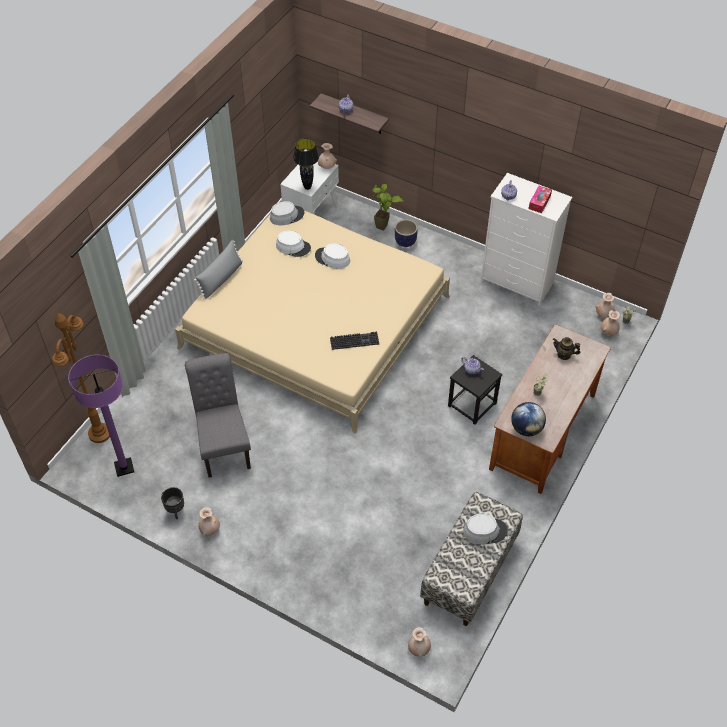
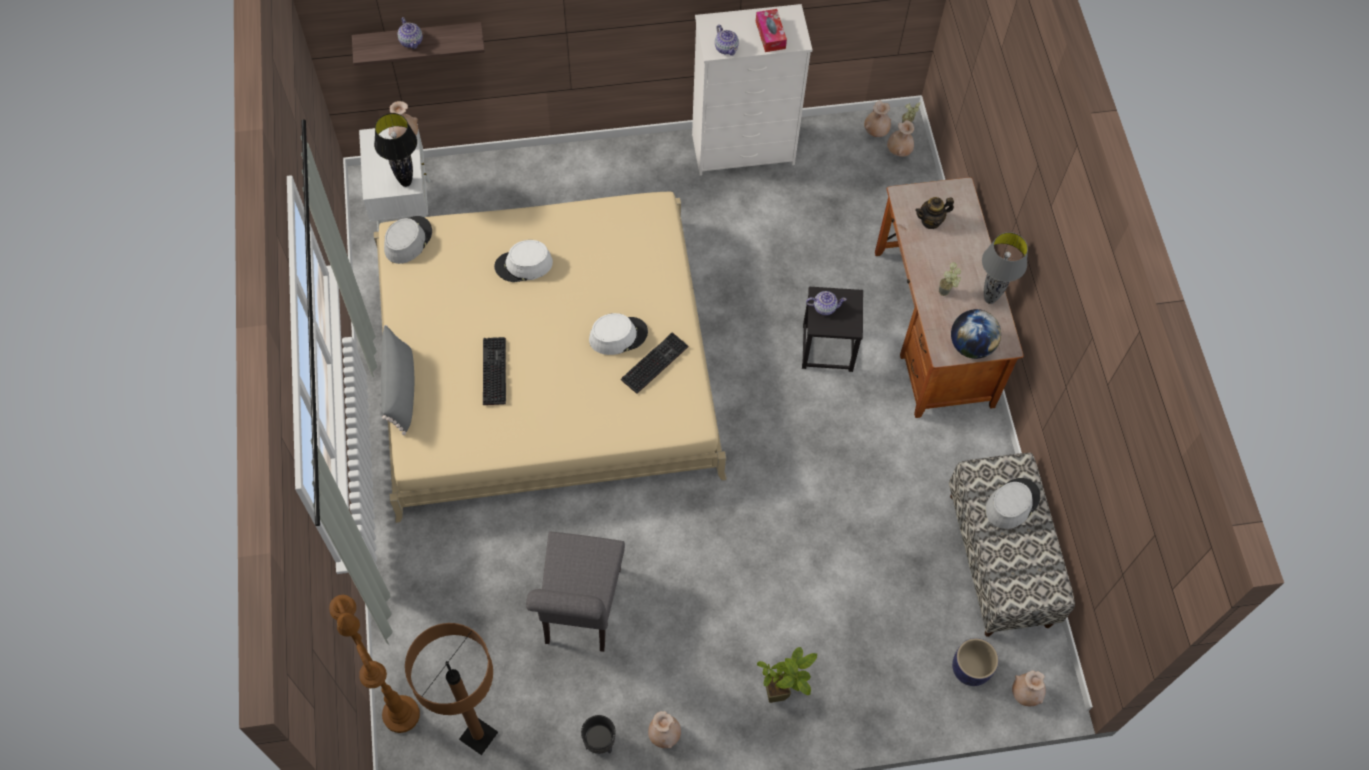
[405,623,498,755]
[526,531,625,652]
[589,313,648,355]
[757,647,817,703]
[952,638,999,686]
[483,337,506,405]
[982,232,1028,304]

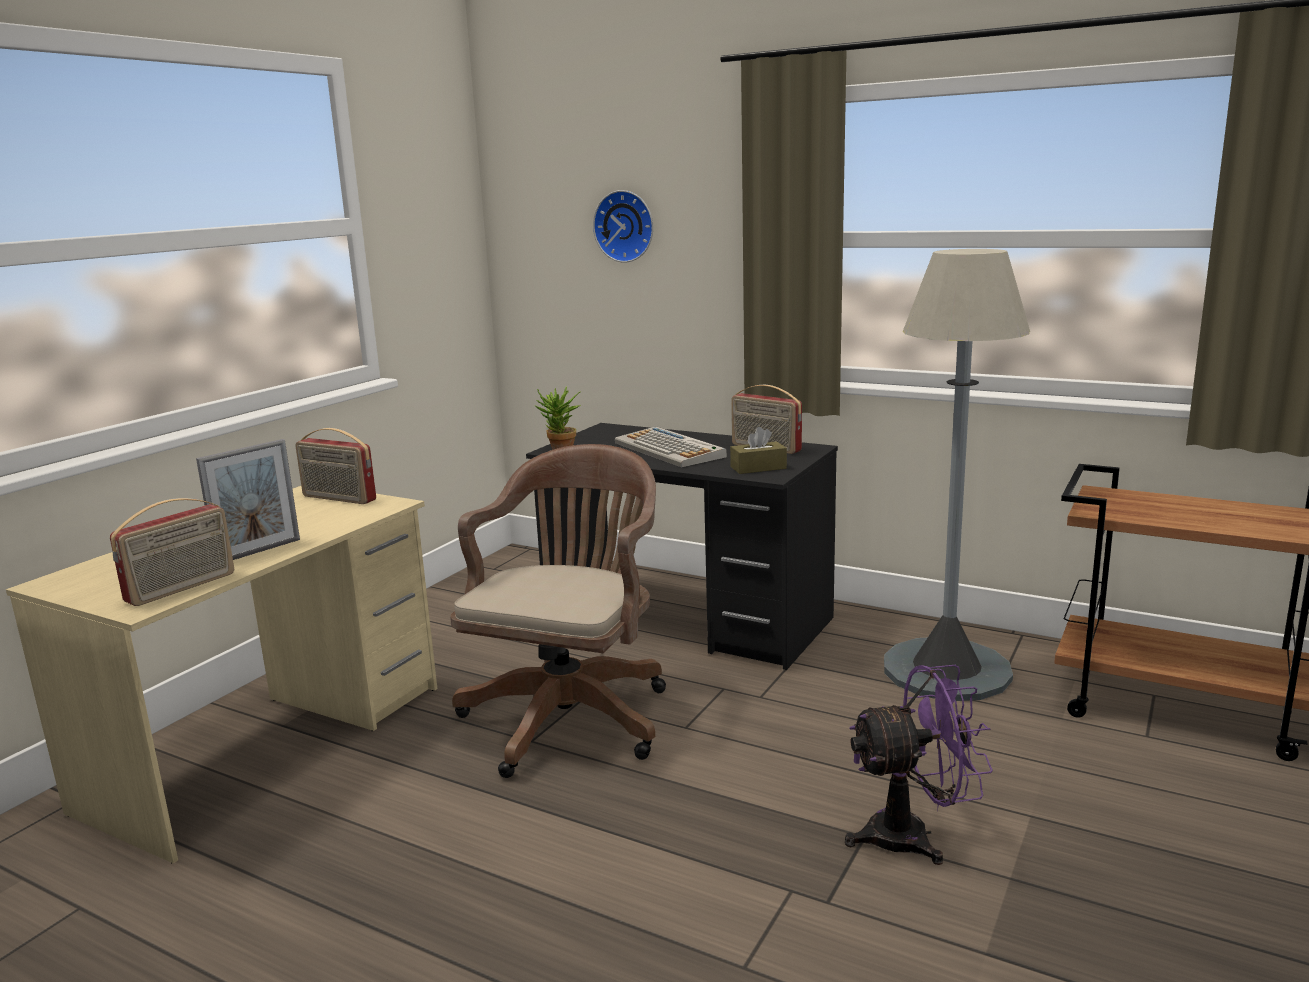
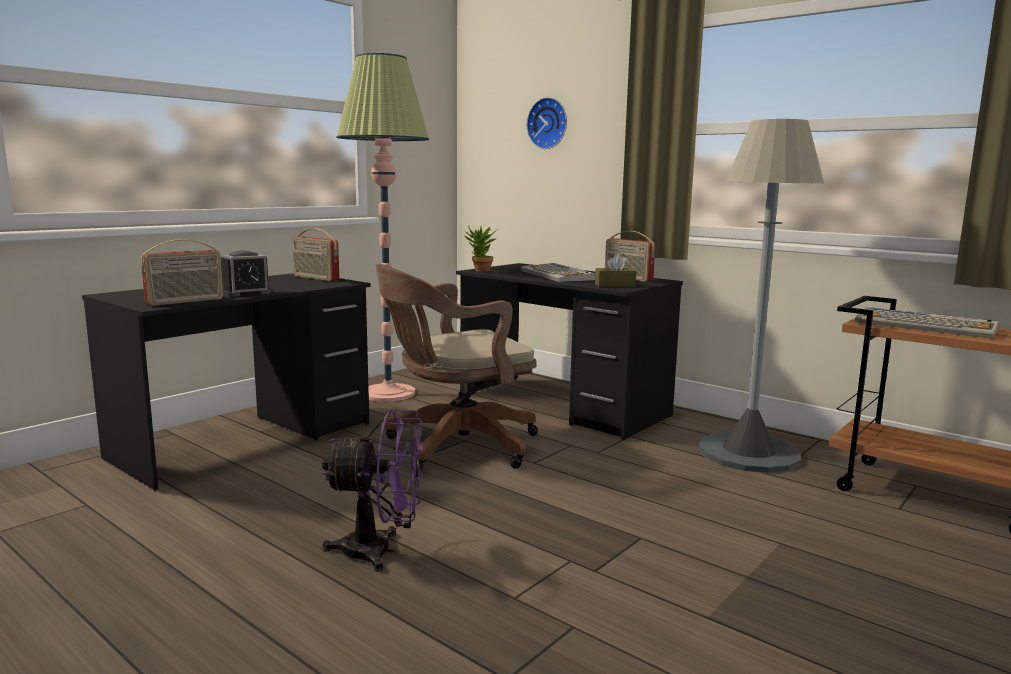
[82,273,371,491]
[221,250,271,297]
[375,264,538,470]
[322,409,424,572]
[337,53,429,402]
[855,307,998,339]

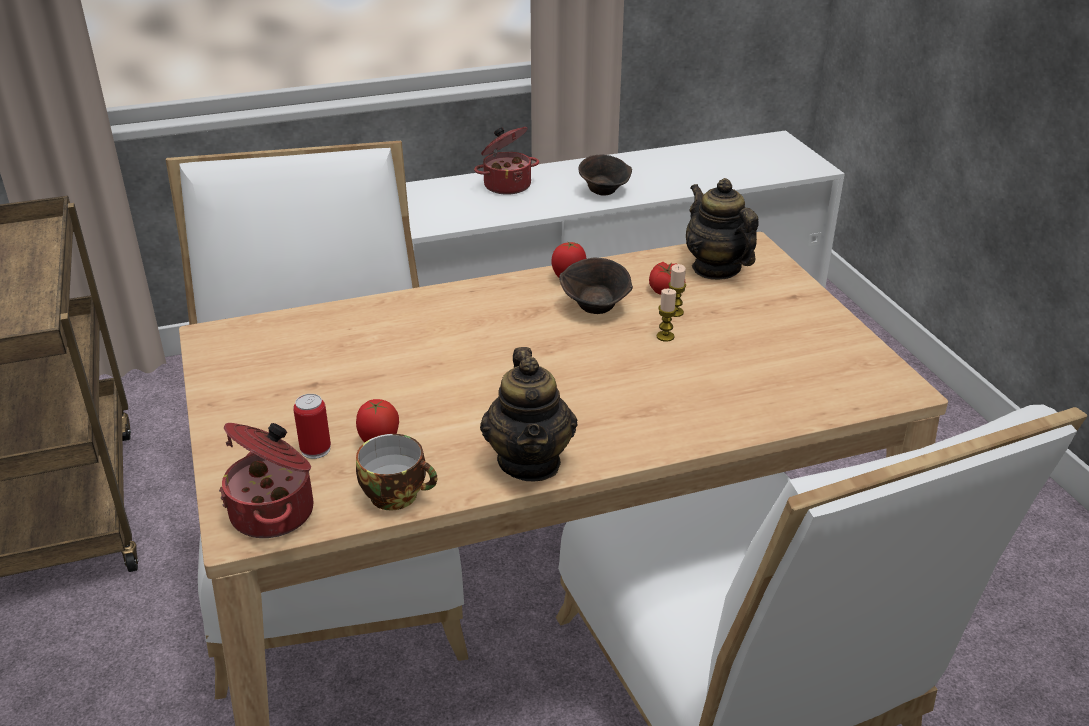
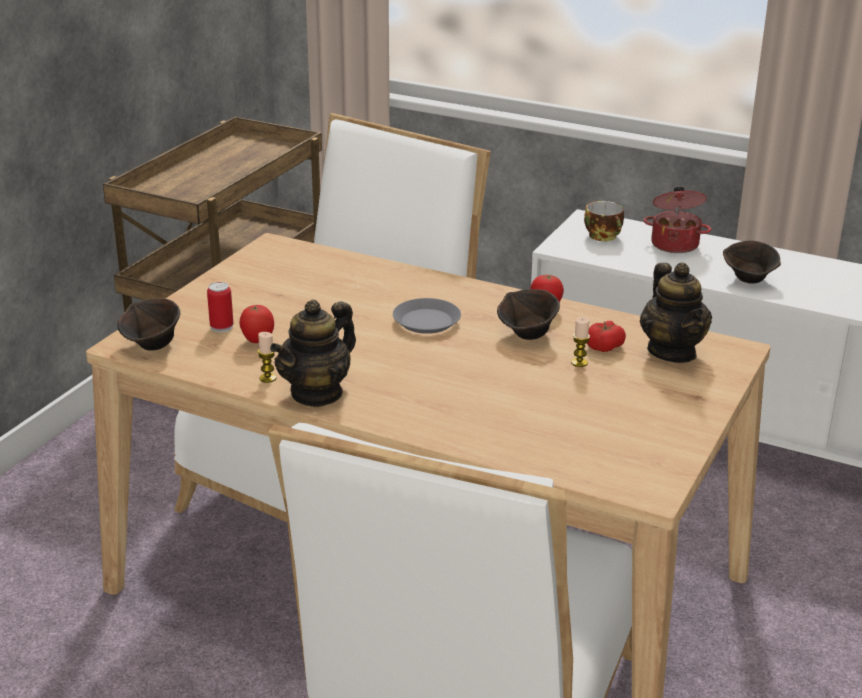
[118,298,180,351]
[584,201,624,241]
[258,332,277,383]
[640,263,712,363]
[393,298,461,334]

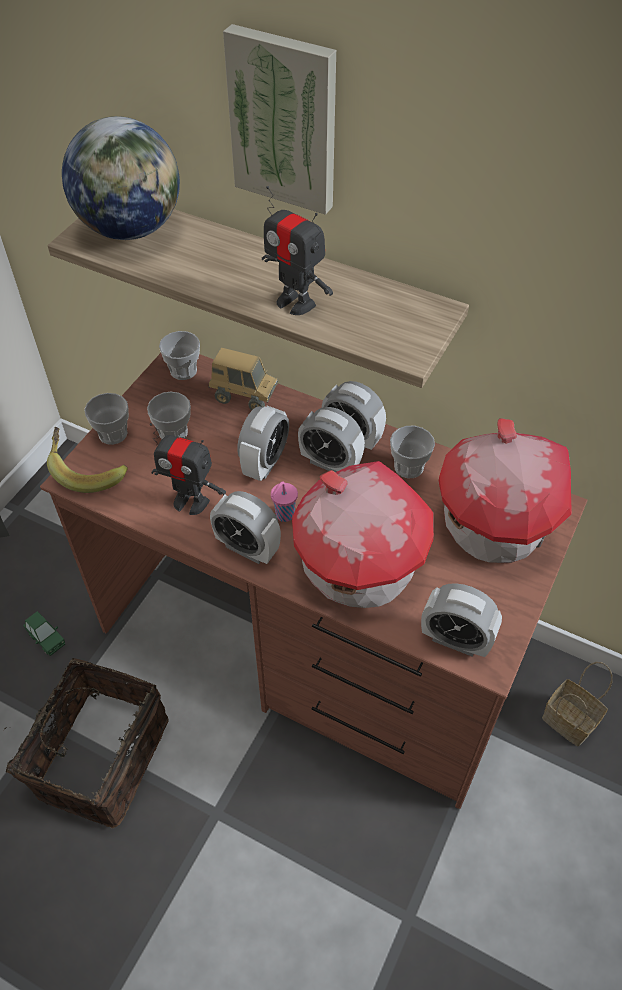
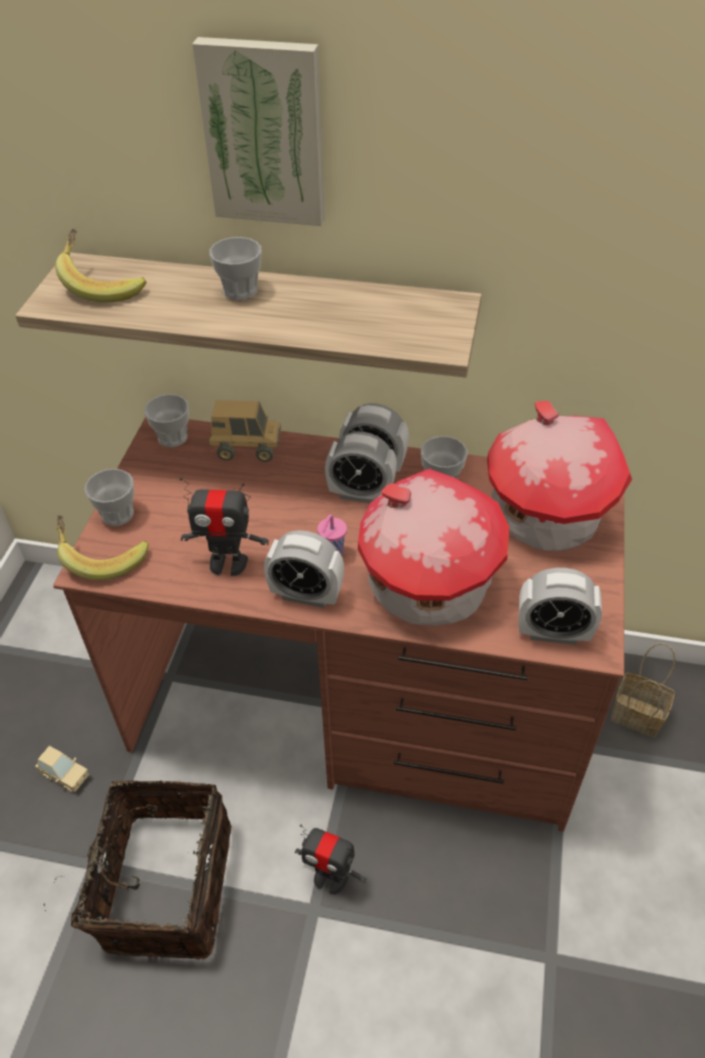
[35,746,89,792]
[55,229,146,303]
[209,237,261,300]
[237,406,289,481] (first image)
[295,824,367,895]

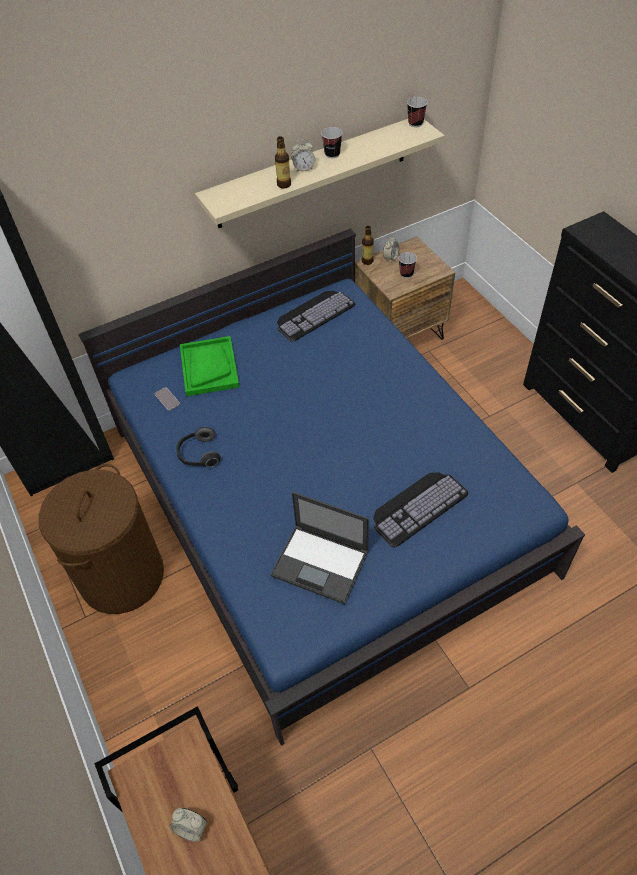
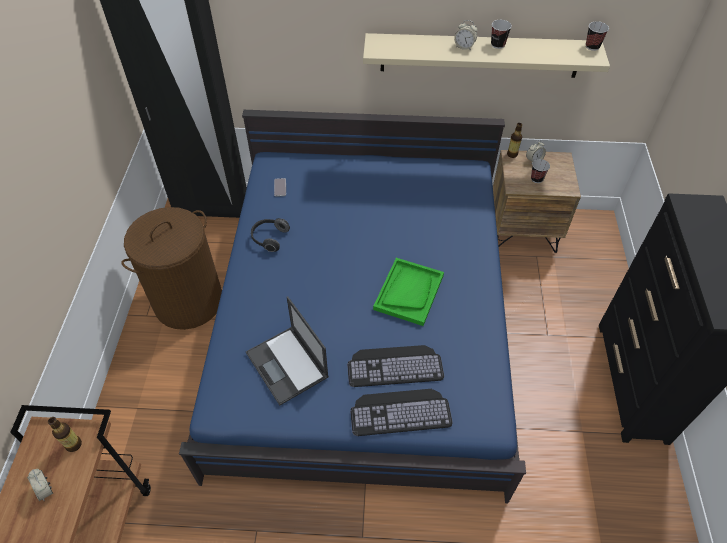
[373,258,444,326]
[48,417,82,452]
[350,389,453,436]

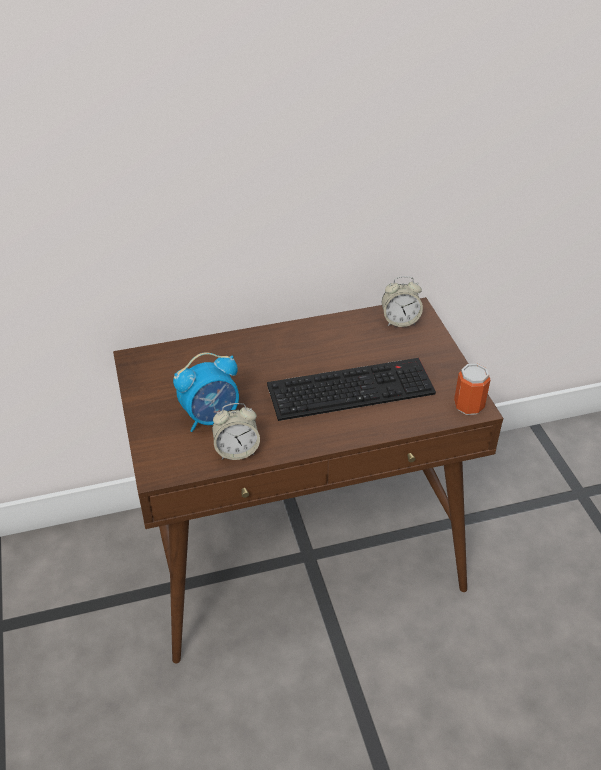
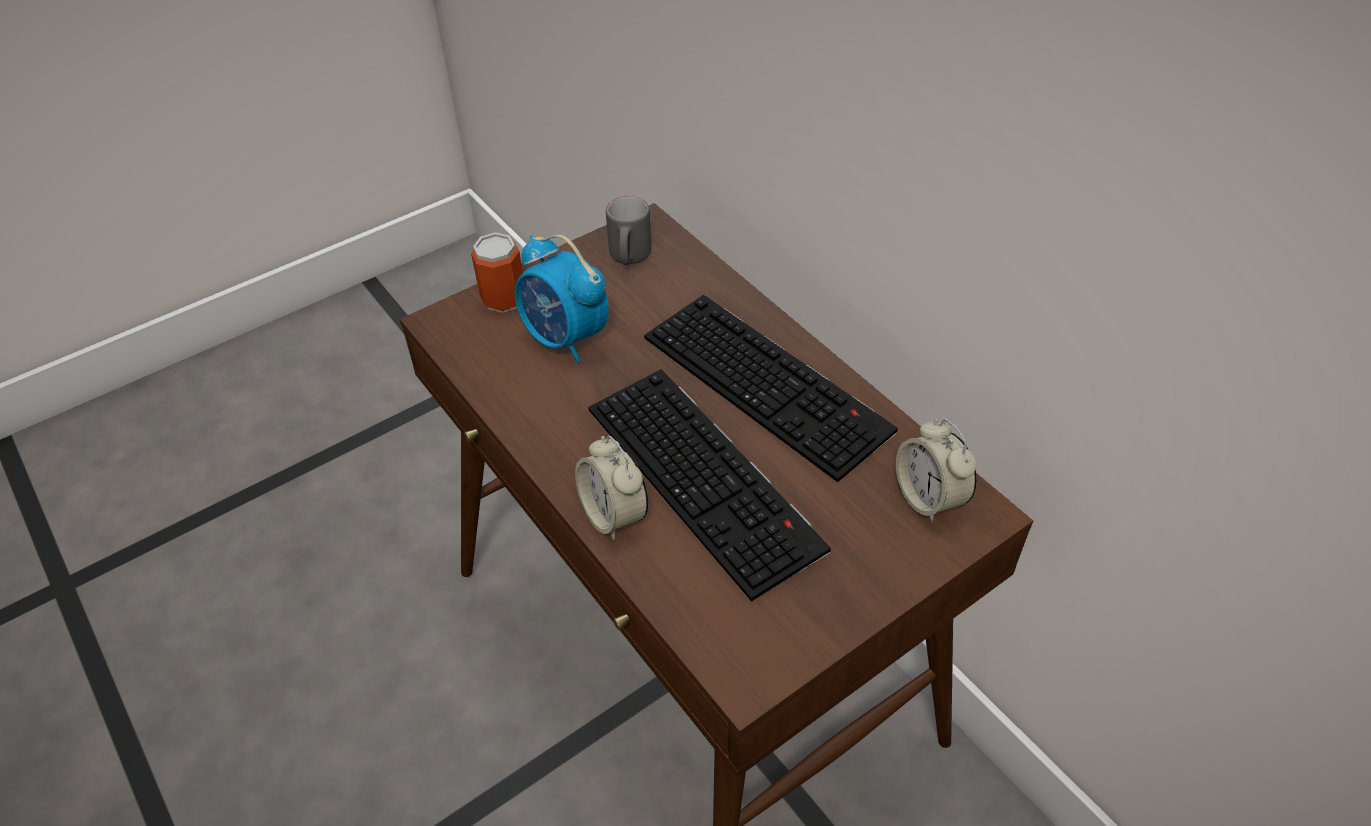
[575,436,648,540]
[471,232,523,313]
[606,196,651,265]
[644,295,898,482]

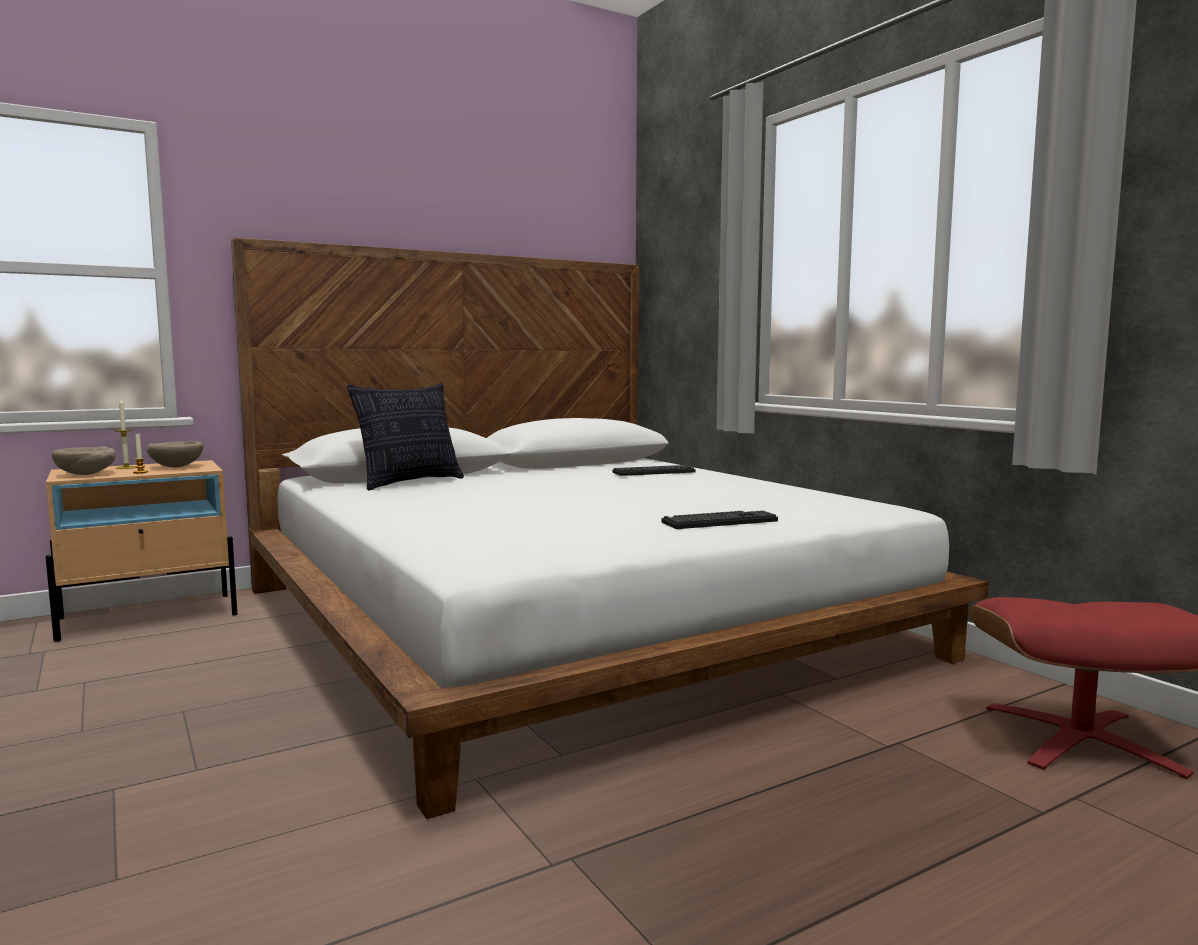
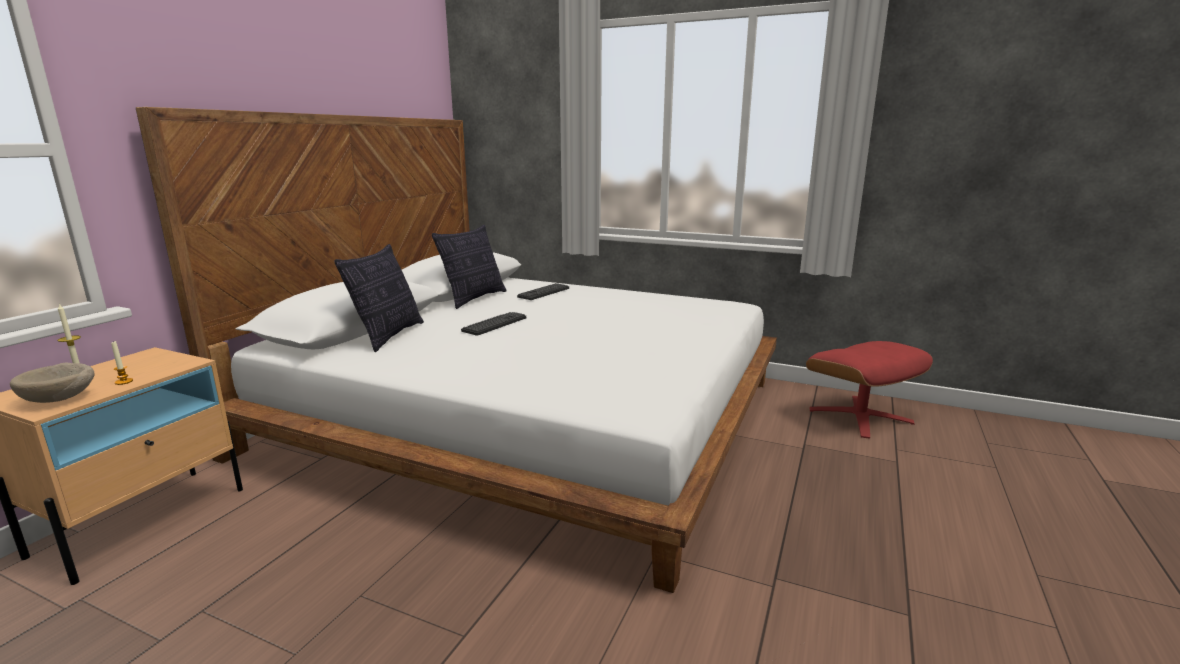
[146,441,203,468] (first image)
[461,312,526,336]
[432,225,507,309]

